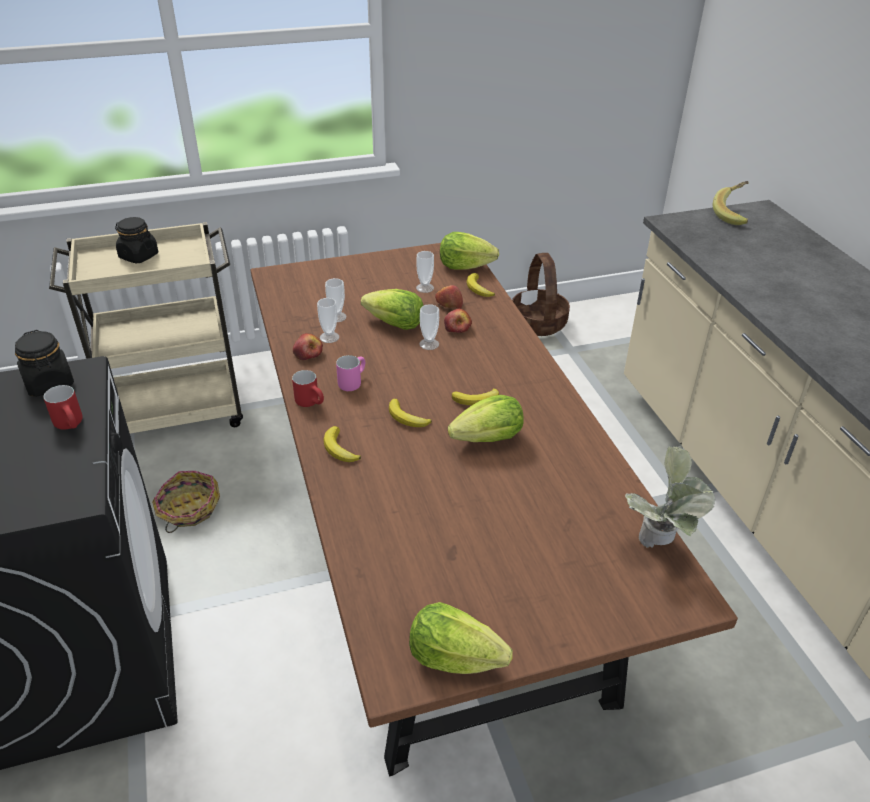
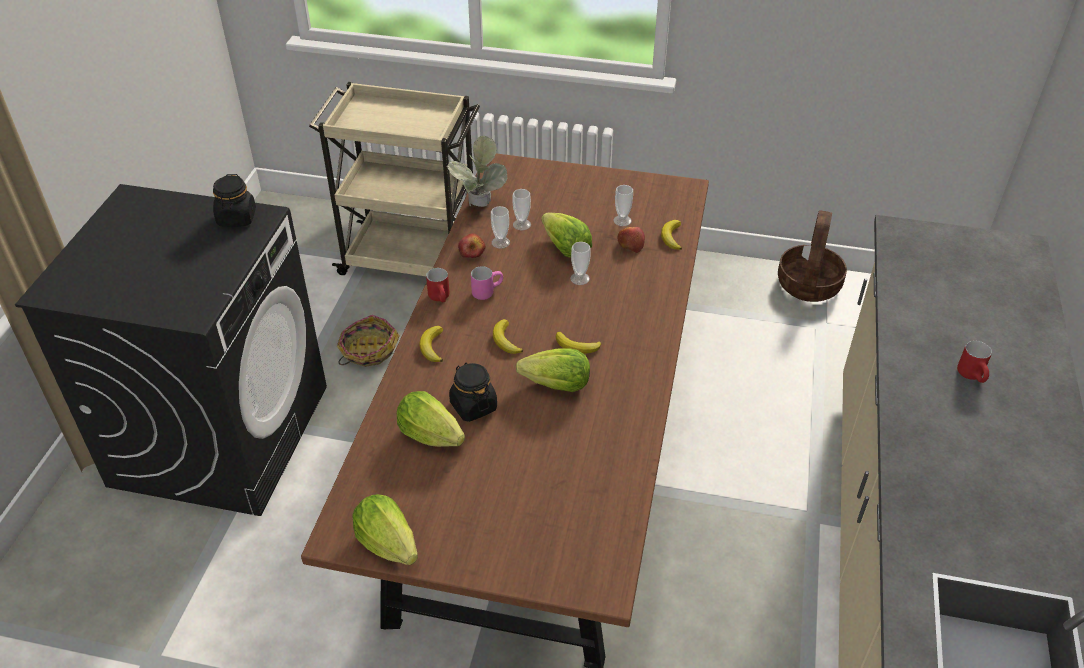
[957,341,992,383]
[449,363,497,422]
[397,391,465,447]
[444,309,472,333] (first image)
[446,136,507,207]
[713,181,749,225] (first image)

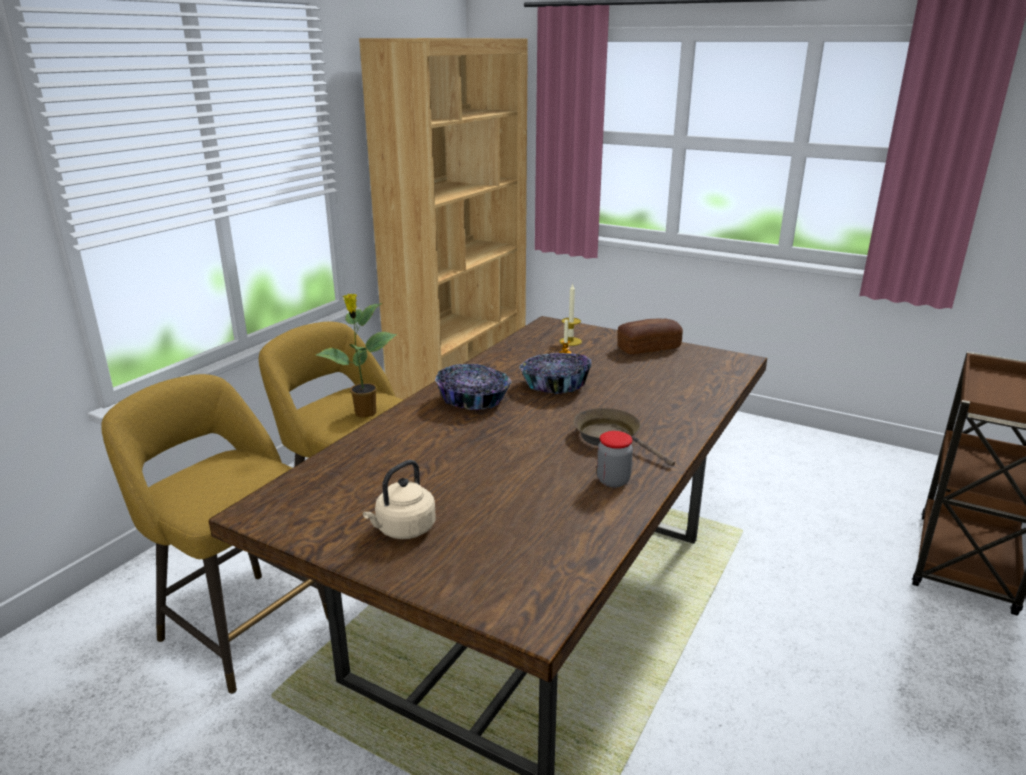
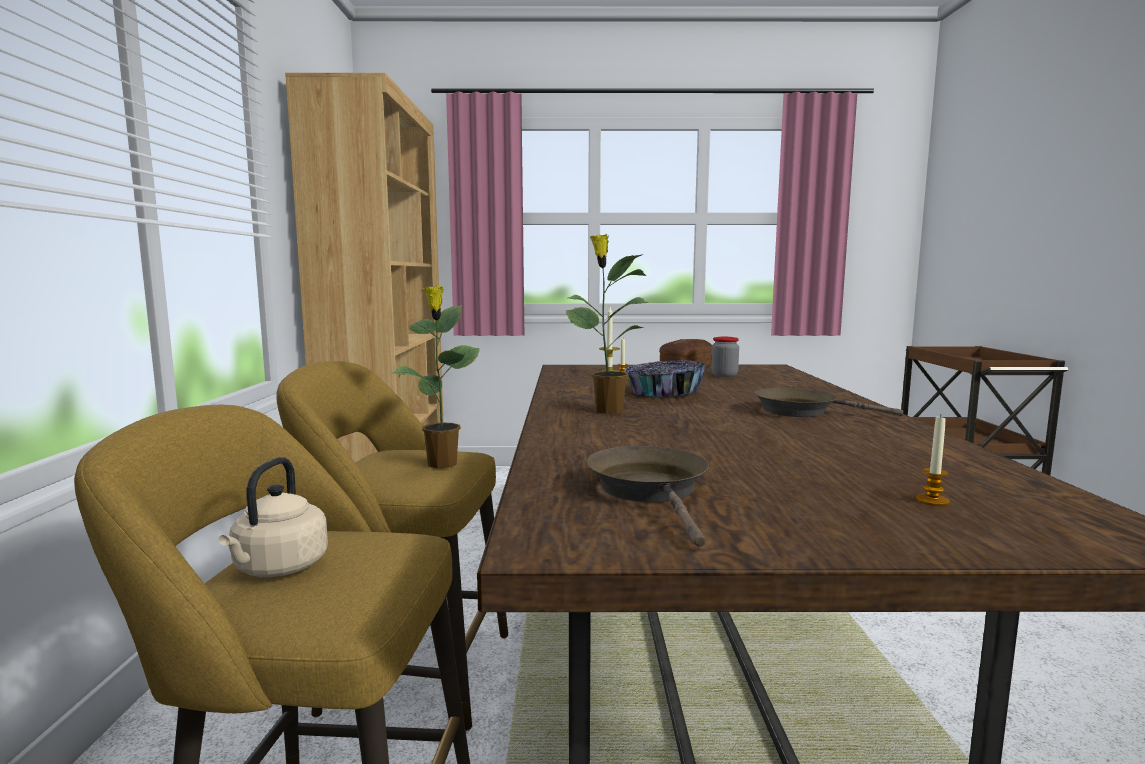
[218,457,328,577]
[566,234,648,414]
[711,337,739,377]
[587,446,709,547]
[916,415,950,506]

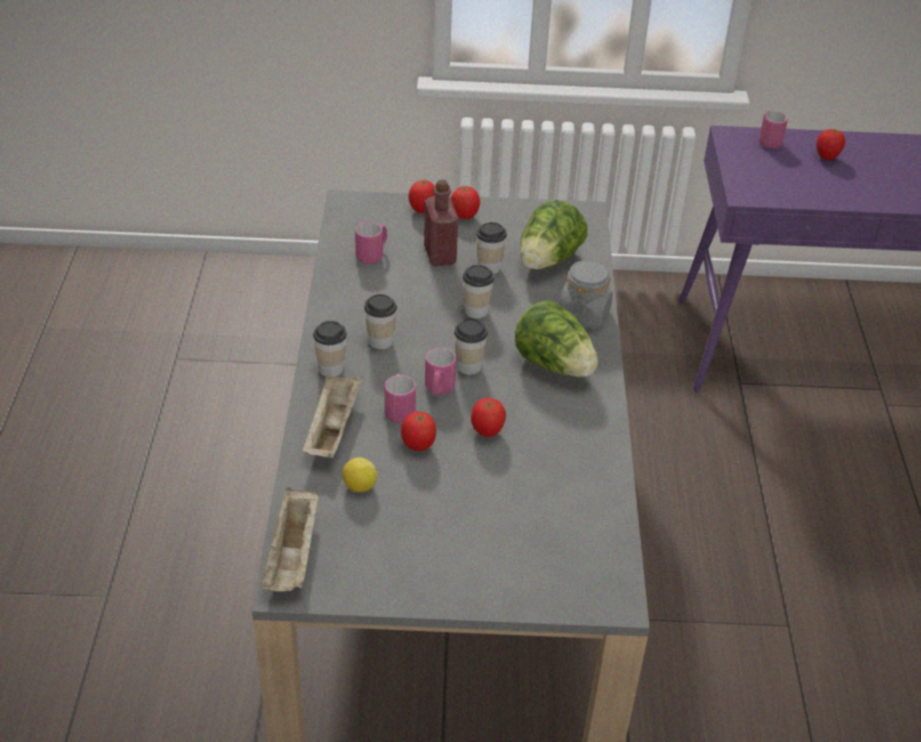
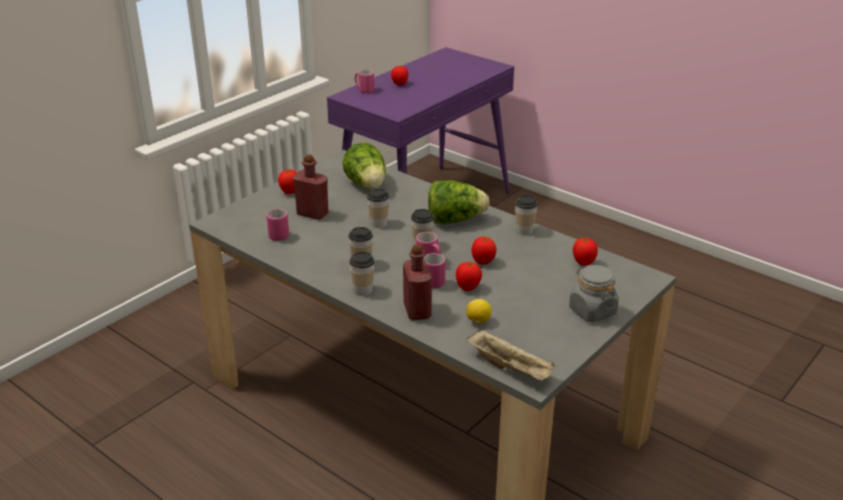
[403,244,432,321]
[573,238,598,266]
[515,195,538,235]
[569,265,619,322]

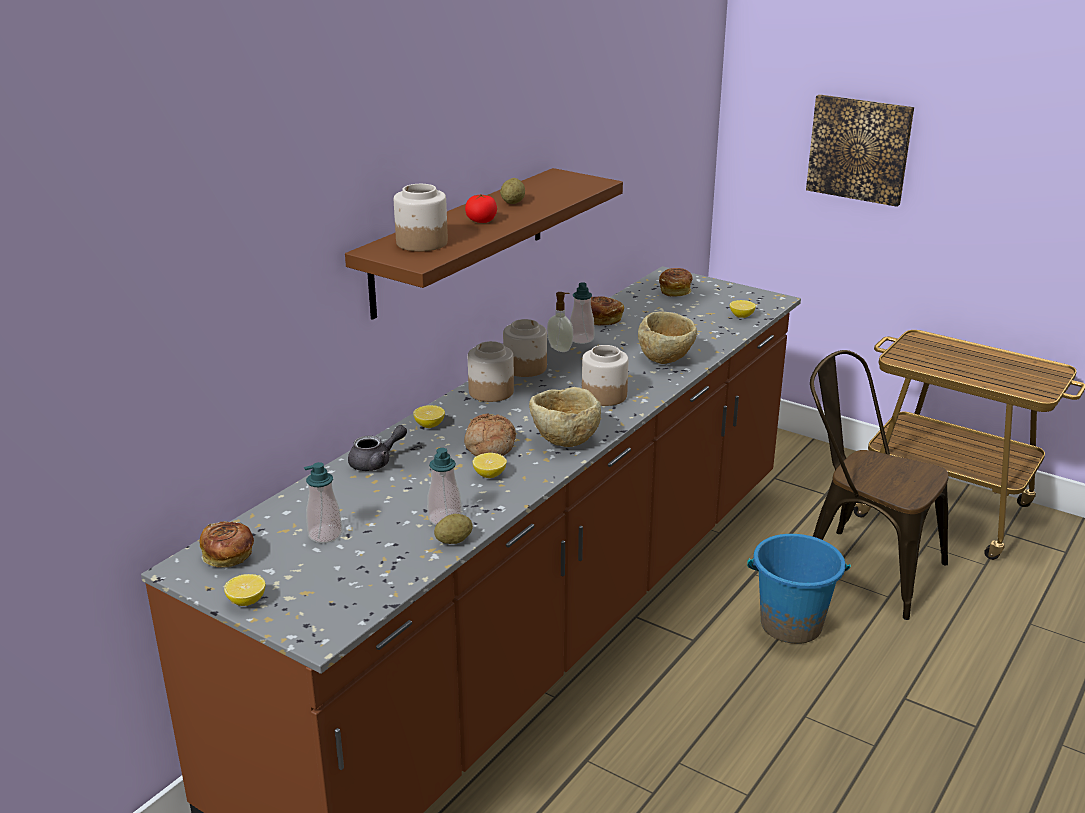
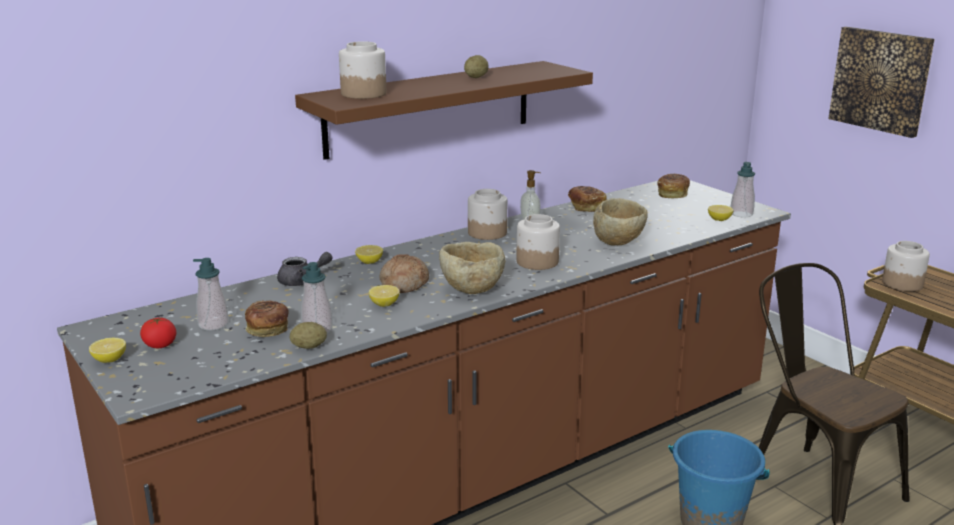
[245,301,289,337]
[140,317,176,348]
[882,241,930,292]
[731,162,755,217]

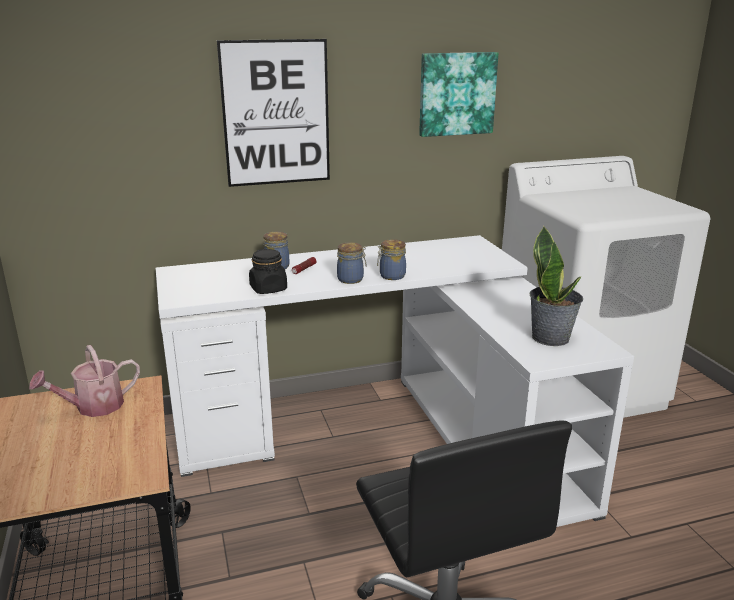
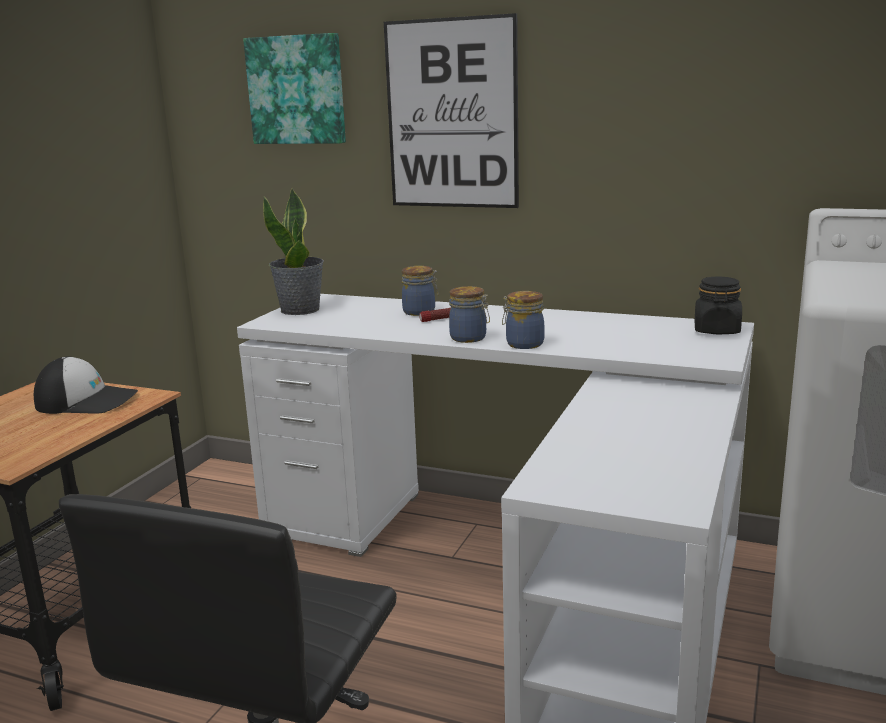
[34,357,138,414]
[694,276,742,335]
[243,33,346,144]
[263,187,324,315]

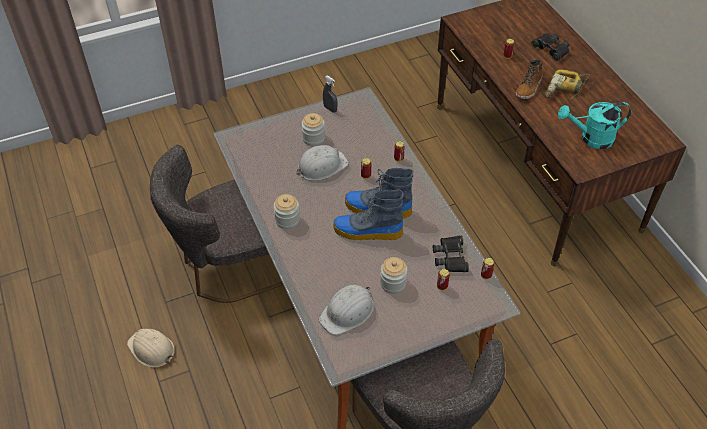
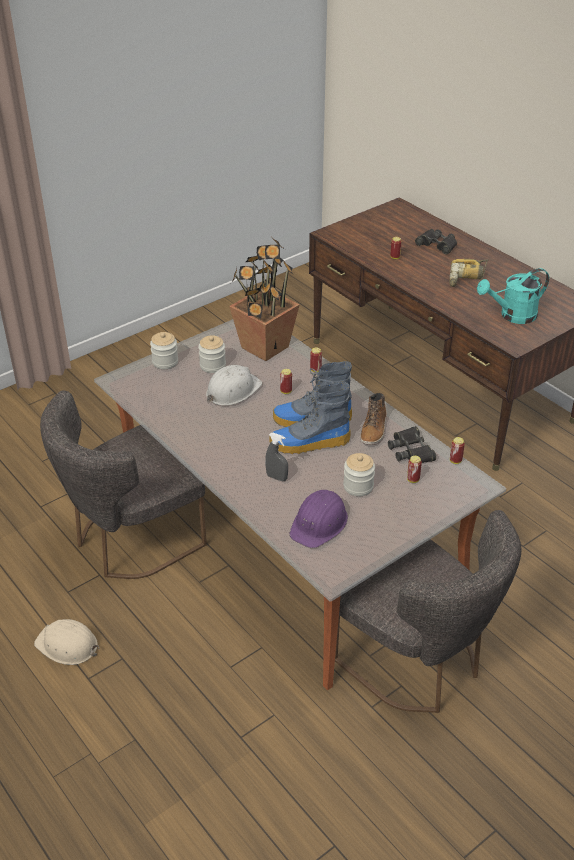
[150,332,178,369]
[289,490,348,548]
[265,433,288,481]
[360,393,387,445]
[229,239,300,361]

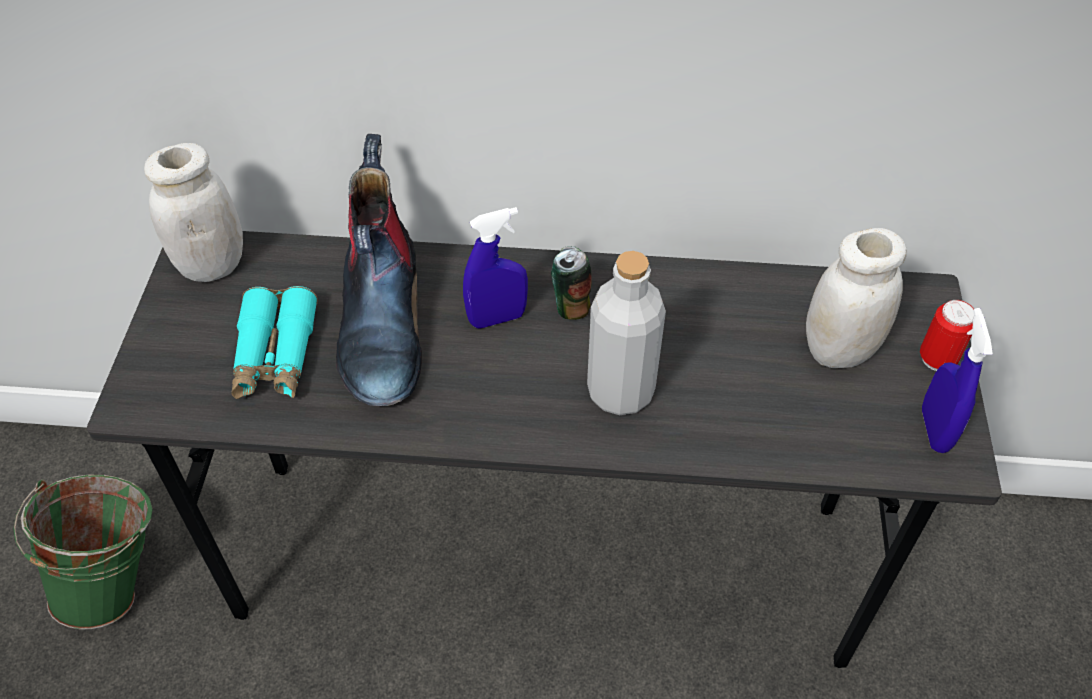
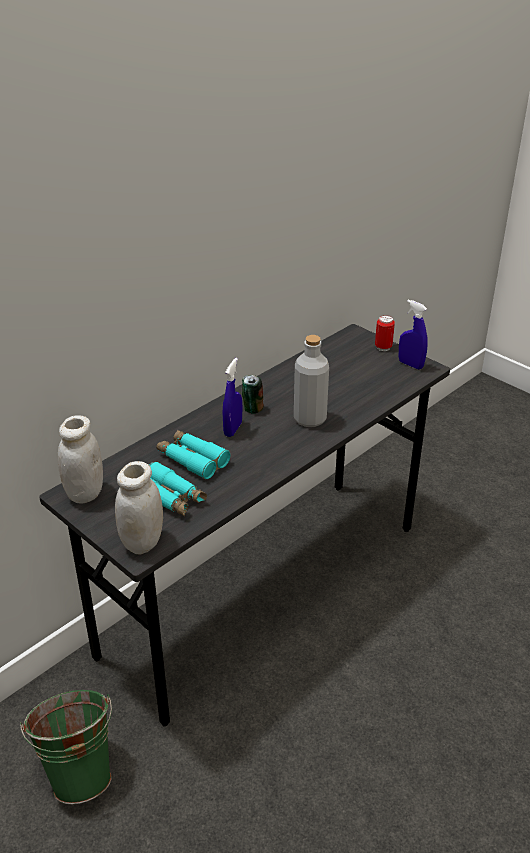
[156,430,230,479]
[115,461,163,554]

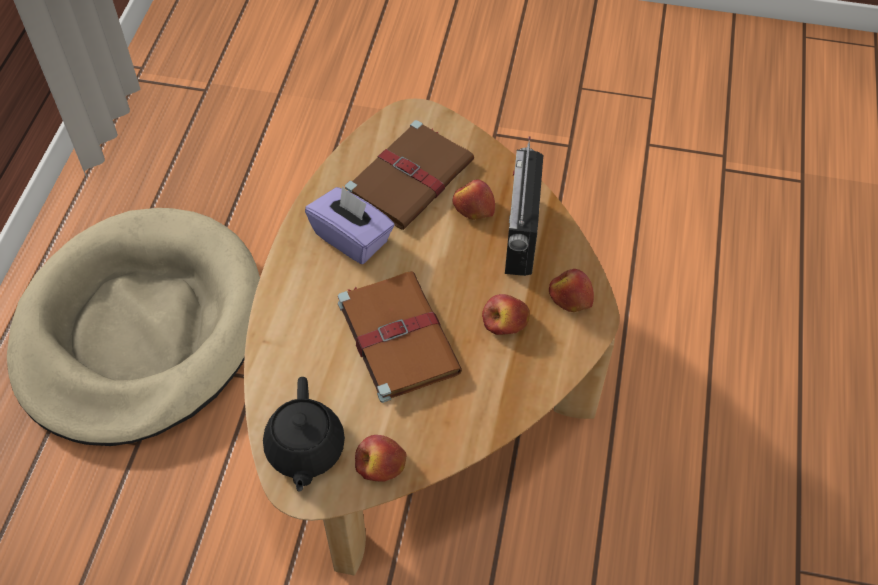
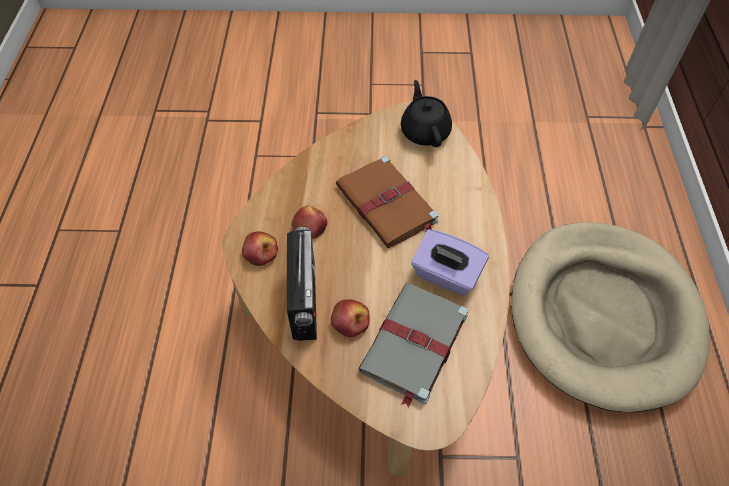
[358,283,469,408]
[355,435,406,482] (first image)

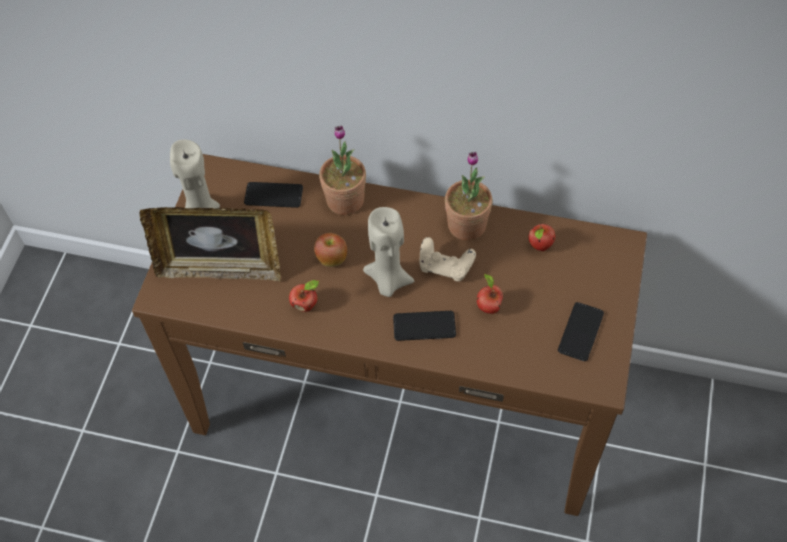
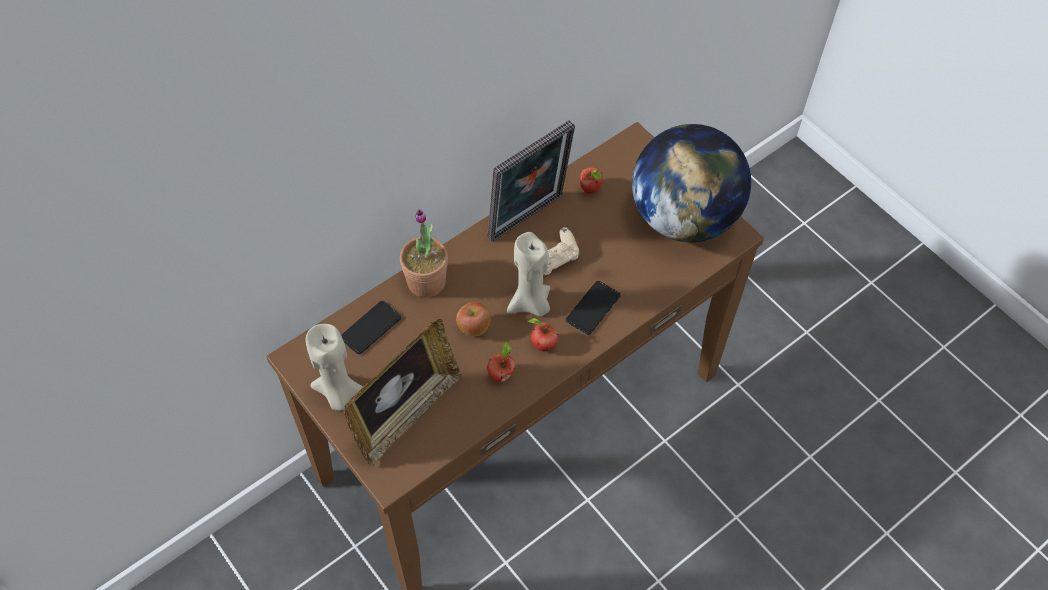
[487,120,575,242]
[528,318,559,351]
[632,124,751,242]

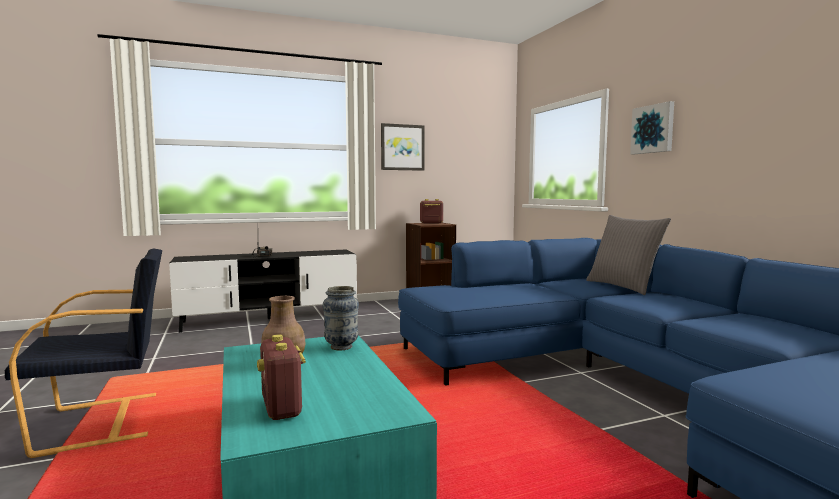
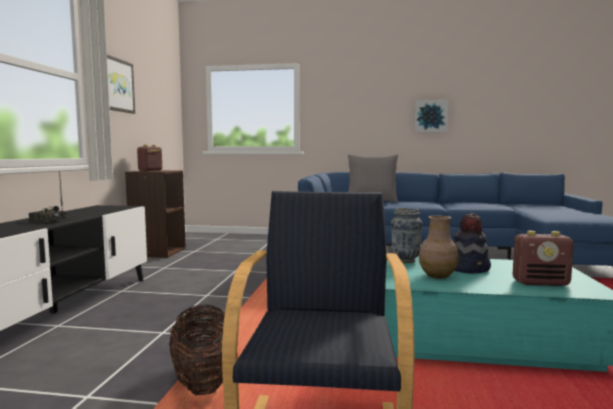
[414,99,449,133]
[169,305,225,395]
[453,213,491,273]

